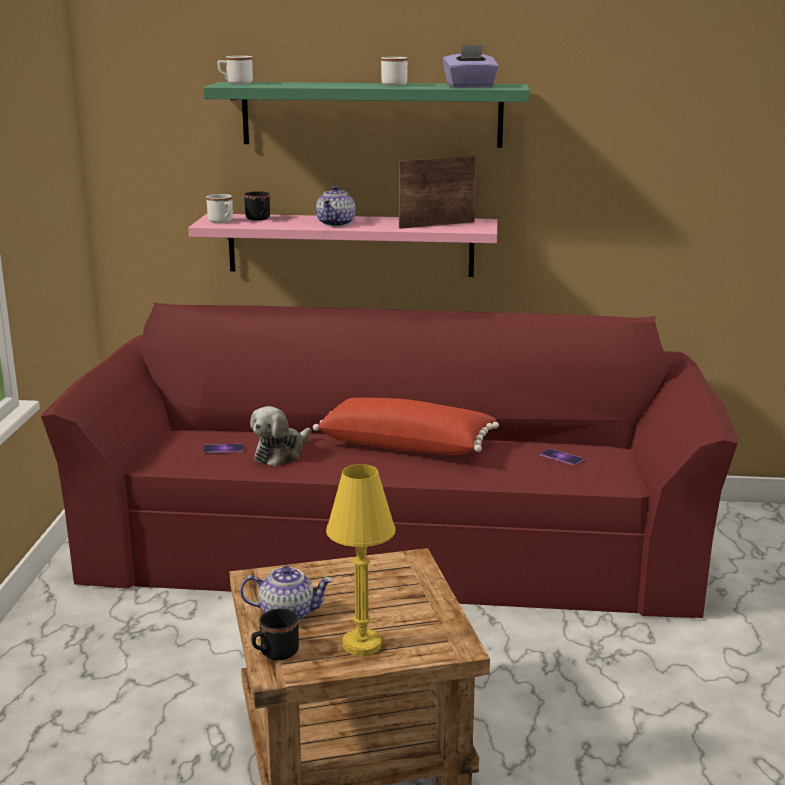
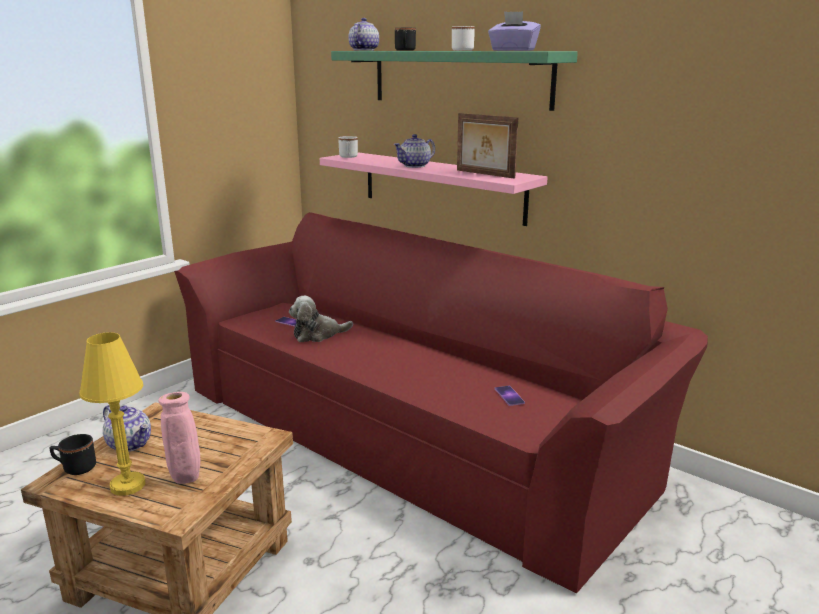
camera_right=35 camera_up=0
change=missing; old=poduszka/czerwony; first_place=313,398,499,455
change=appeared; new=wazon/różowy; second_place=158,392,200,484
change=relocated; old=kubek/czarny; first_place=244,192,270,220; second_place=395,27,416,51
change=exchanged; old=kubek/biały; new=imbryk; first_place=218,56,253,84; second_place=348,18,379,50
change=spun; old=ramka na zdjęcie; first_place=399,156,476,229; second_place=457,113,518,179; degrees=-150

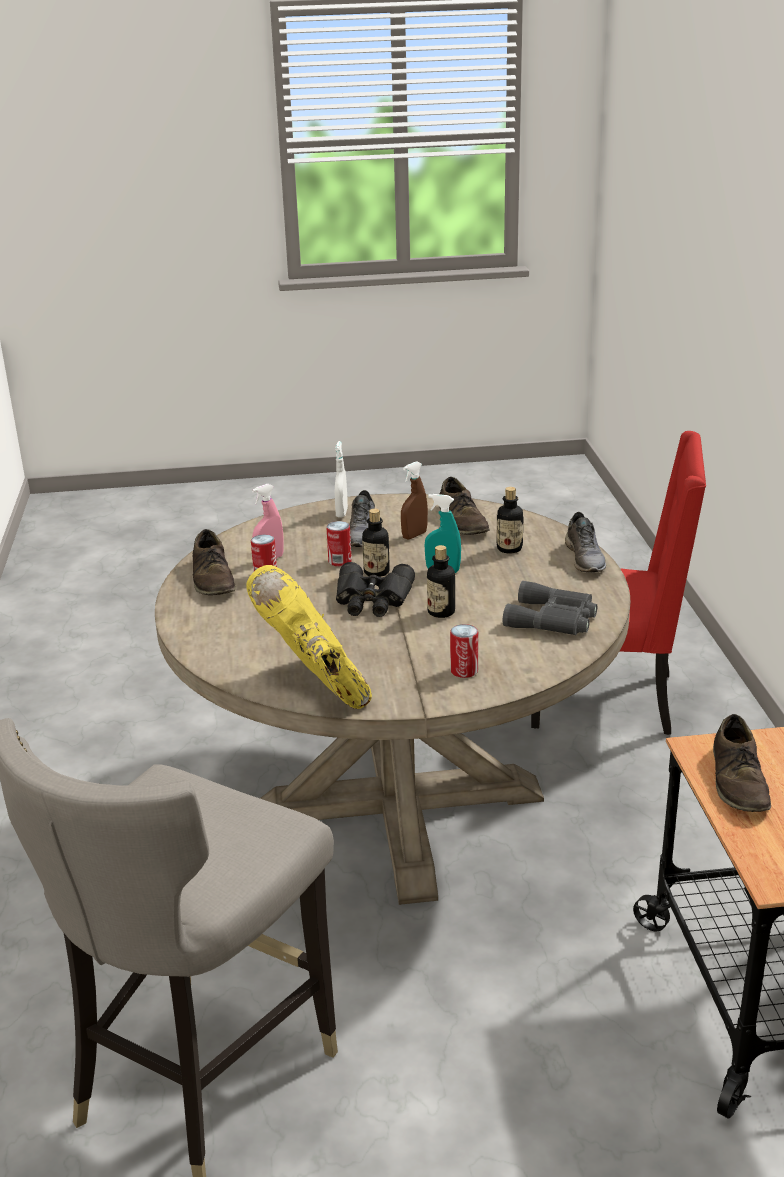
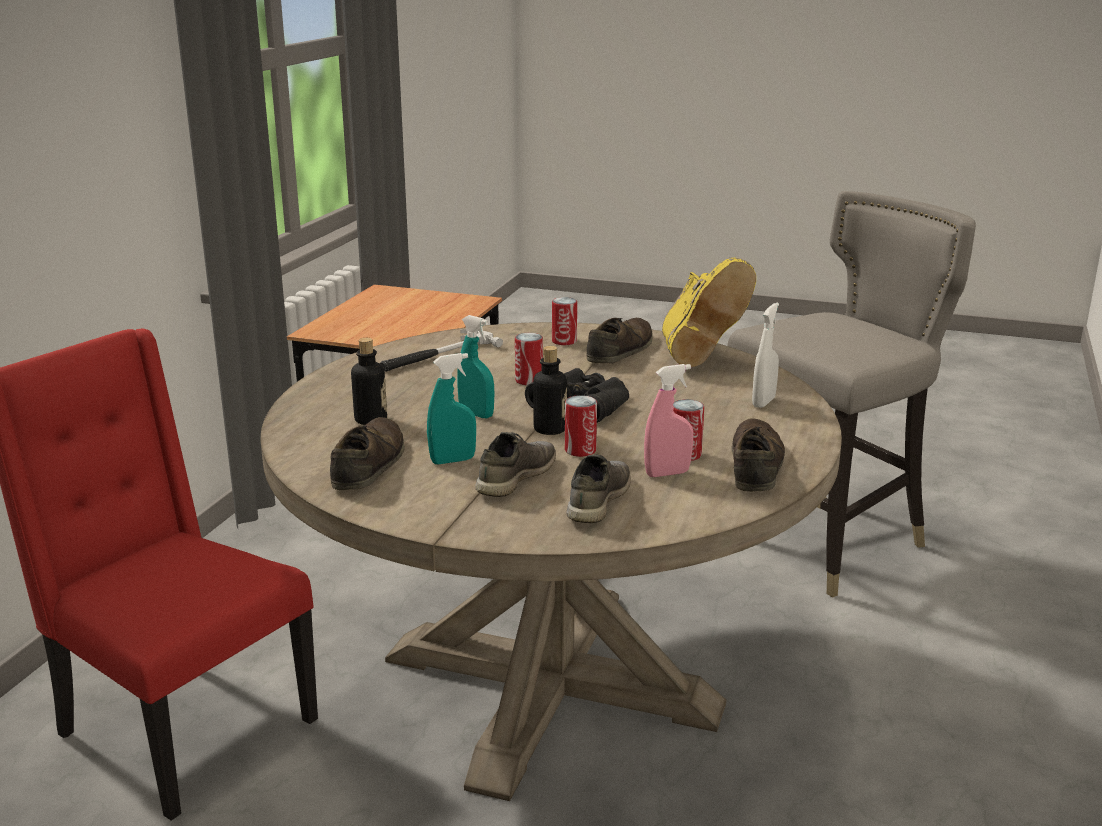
camera_right=-155 camera_up=-5
change=relocated; old=spryskiwacz/biały; first_place=335,441,348,517; second_place=752,302,779,408
change=relocated; old=but/szary; first_place=565,512,606,572; second_place=566,454,631,523
change=relocated; old=but/brązowy; first_place=713,714,771,812; second_place=586,318,653,363
change=exchanged; old=butelka; new=puszka; first_place=427,545,455,618; second_place=515,333,543,385
change=exchanged; old=lornetka/szary; new=młotek; first_place=503,581,597,635; second_place=380,329,503,372
change=colour; old=spryskiwacz/brązowy; new=spryskiwacz/turkusowy; first_place=401,461,428,539; second_place=427,353,476,464

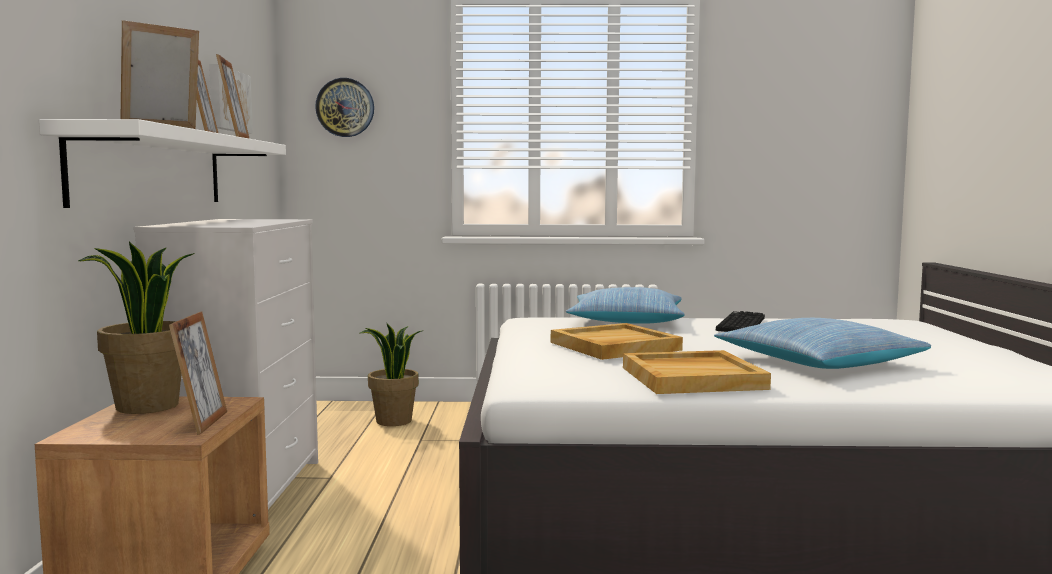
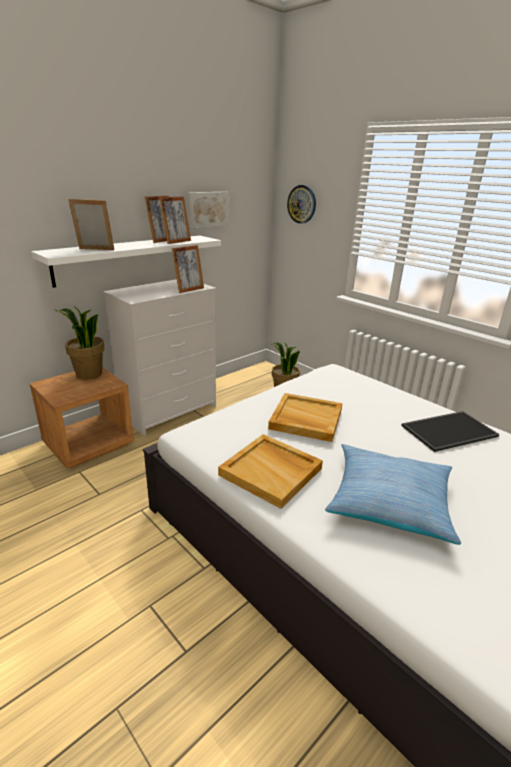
camera_right=45 camera_up=20
change=missing; old=poduszka; first_place=566,287,684,324
change=relocated; old=ramka na zdjęcie; first_place=169,312,227,435; second_place=172,245,204,293
change=exchanged; old=klawiatura; new=taca; first_place=716,311,765,332; second_place=401,411,499,452

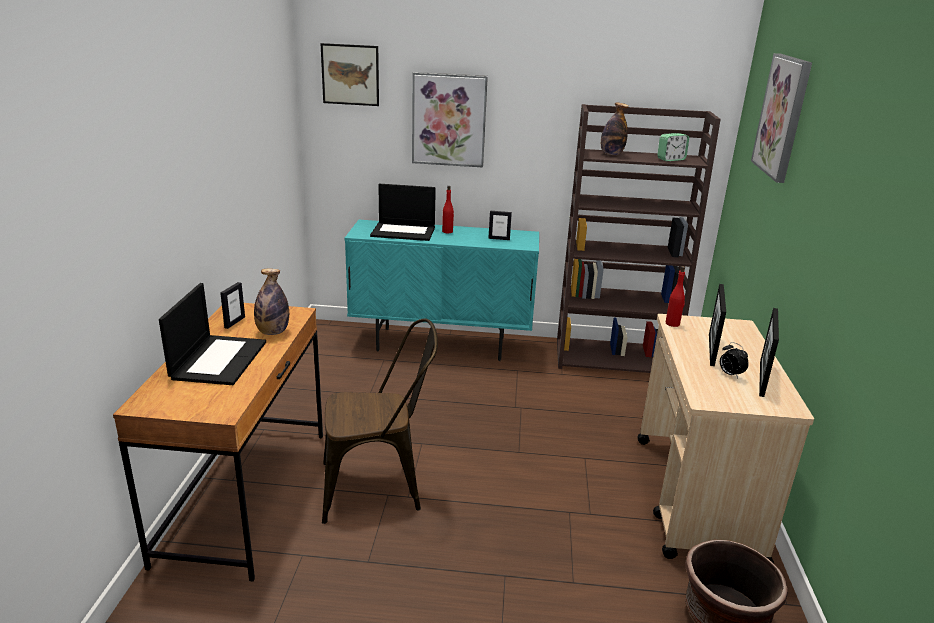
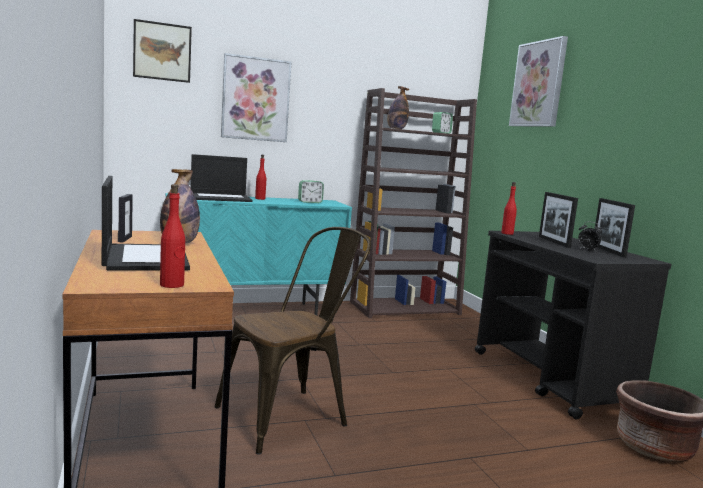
camera_right=-25 camera_up=-15
change=appeared; new=butelka/czerwony; second_place=160,184,185,288
change=exchanged; old=ramka na zdjęcie; new=budzik; first_place=488,211,512,240; second_place=298,180,324,203
change=colour; old=wózek/beżowy; new=wózek/czarny; first_place=637,314,814,564; second_place=474,231,672,420

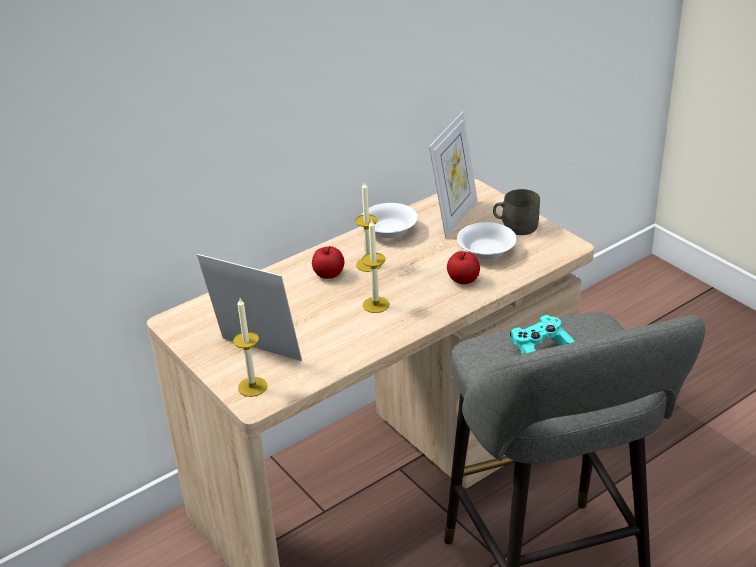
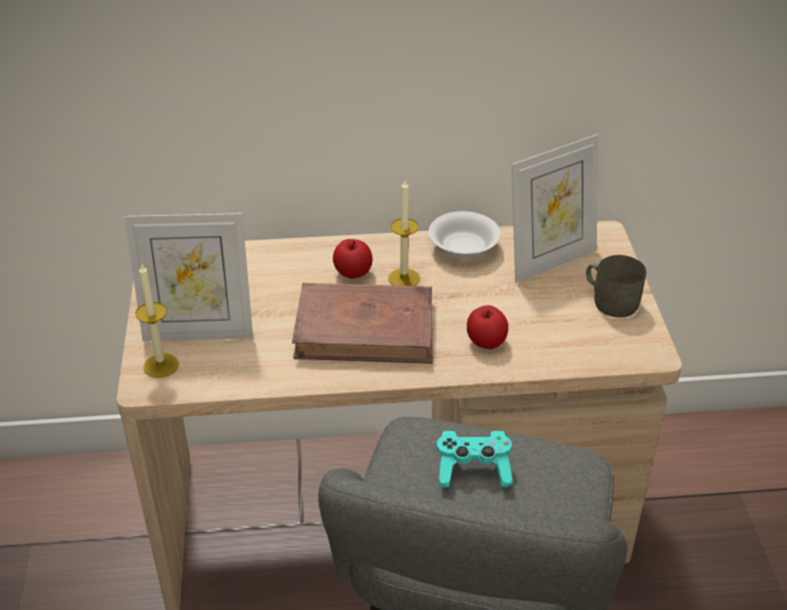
camera_right=30 camera_up=5
change=missing; old=miska/biały; first_place=457,222,517,260
change=exchanged; old=świeca; new=książka/brązowy; first_place=362,218,389,313; second_place=292,283,433,364
change=spun; old=ramka na zdjęcie; first_place=197,254,302,361; second_place=124,213,253,341; degrees=120

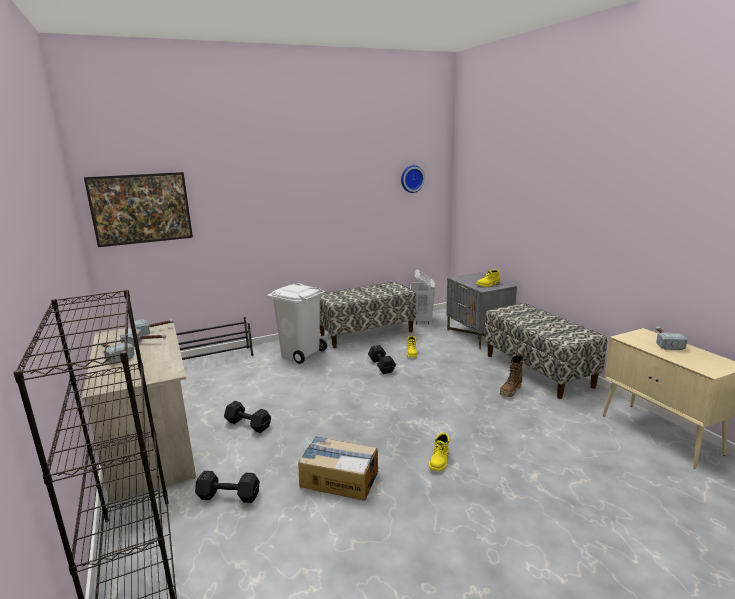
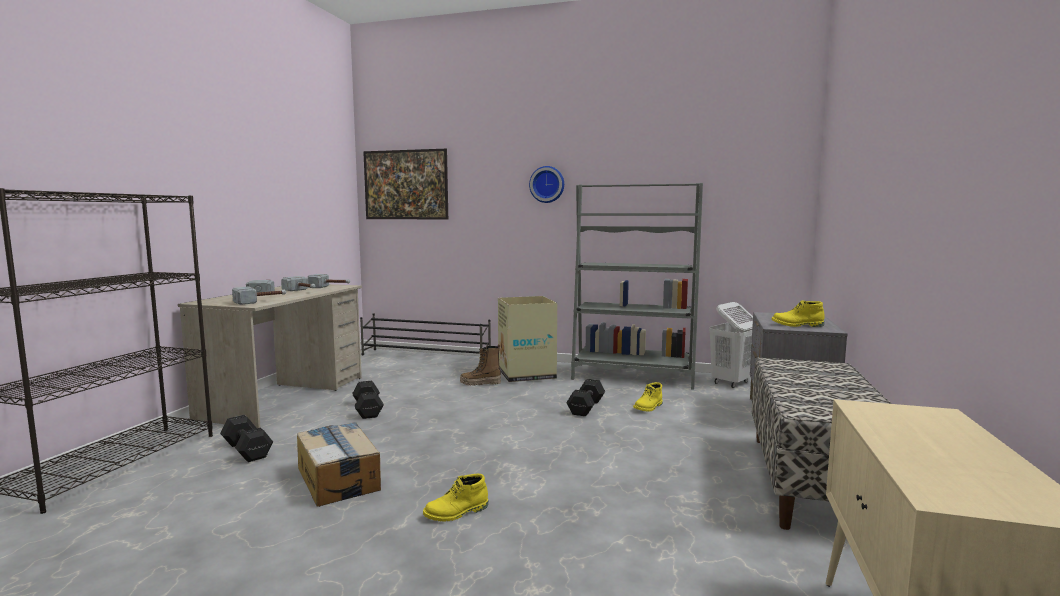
camera_right=40 camera_up=-10
change=relocated; old=zegar ścienny; first_place=401,165,425,193; second_place=529,166,564,203
change=relocated; old=but z cholewką; first_place=500,353,523,397; second_place=460,344,501,386
change=relocated; old=młotek; first_place=655,326,687,350; second_place=232,286,286,305
change=exchanged; old=kosz na śmieci/biały; new=karton; first_place=266,283,327,364; second_place=498,296,557,382
change=exchanged; old=ławka; new=regał/szary; first_place=320,282,416,348; second_place=571,183,703,390

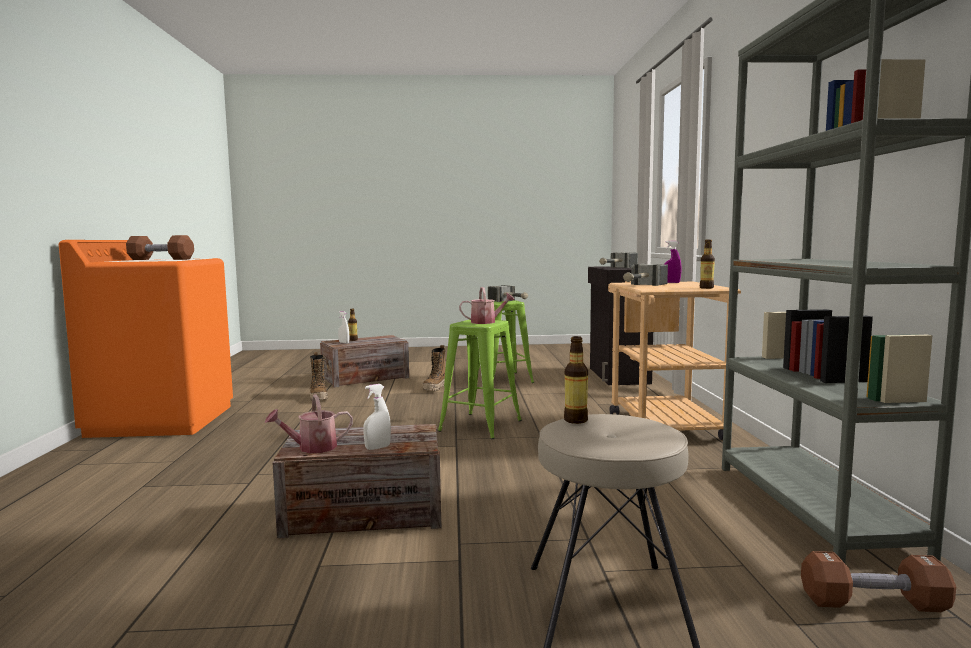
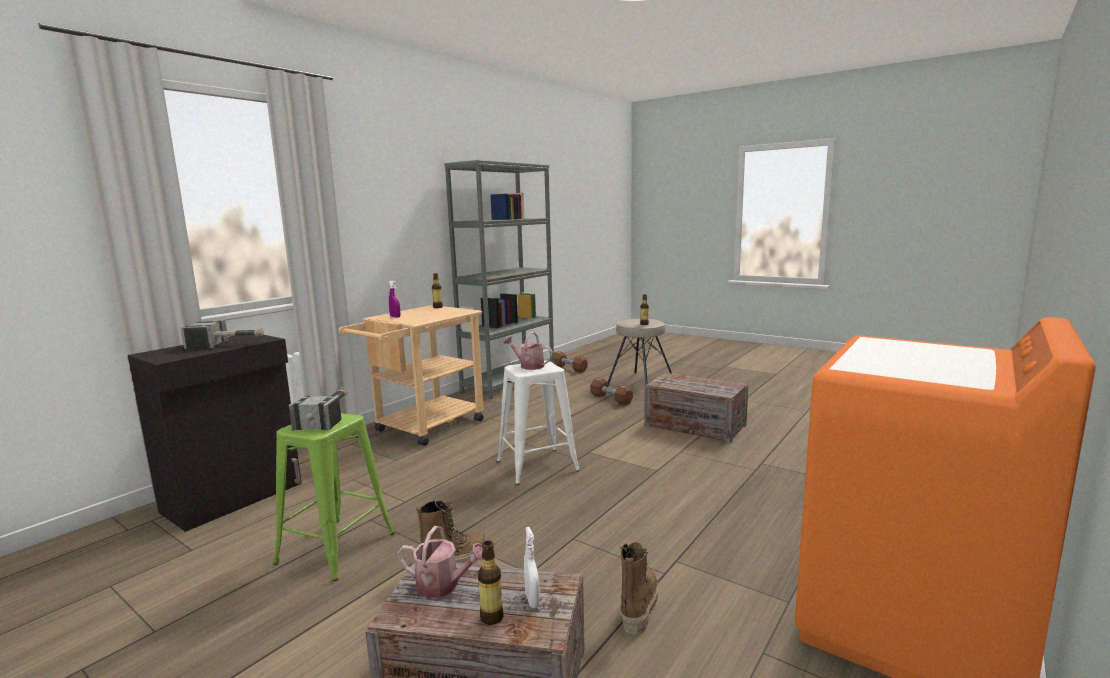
camera_right=-140 camera_up=5
change=missing; old=spryskiwacz/biały; first_place=363,384,391,450
change=missing; old=młotek; first_place=623,264,668,286
change=relocated; old=hantel/brązowy; first_place=126,235,194,260; second_place=590,378,633,405
change=relocated; old=konewka; first_place=265,394,353,453; second_place=398,526,483,598
change=colour; old=stołek/zielony; new=stołek/biały; first_place=438,320,522,439; second_place=497,361,580,485

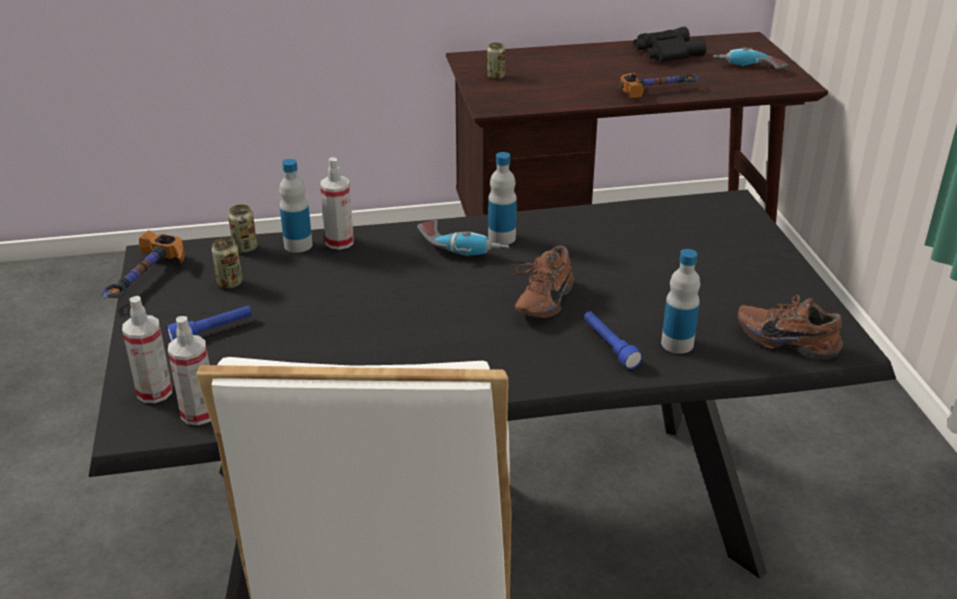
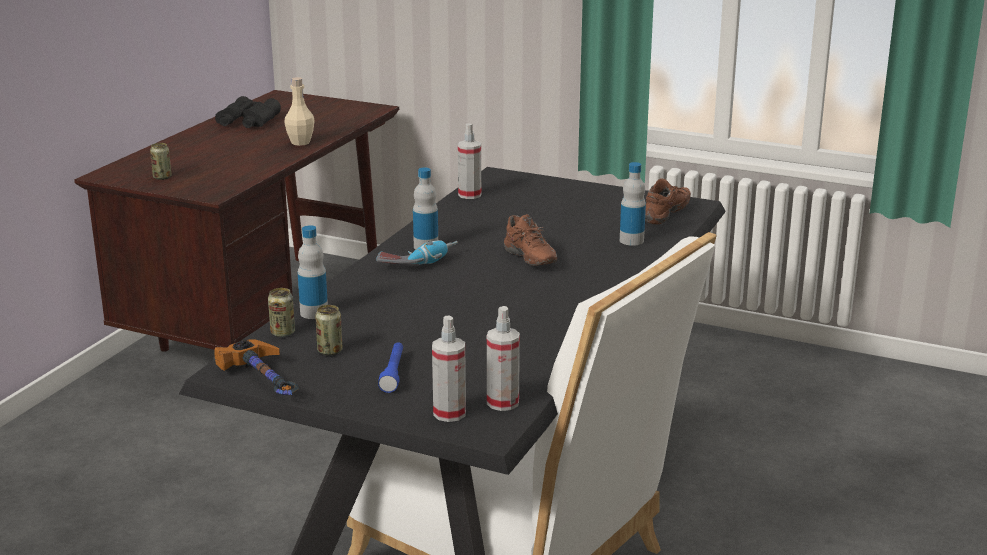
camera_right=-55 camera_up=-10
change=missing; old=latarka/niebieski; first_place=584,311,643,369
change=missing; old=wiertarka; first_place=713,47,788,69
change=relocated; old=spryskiwacz; first_place=320,157,354,250; second_place=458,123,481,199
change=exchanged; old=młotek; new=butelka/beżowy; first_place=619,73,700,99; second_place=284,77,315,146
change=spun; old=but/brązowy; first_place=738,294,843,360; second_place=645,178,691,224; degrees=150

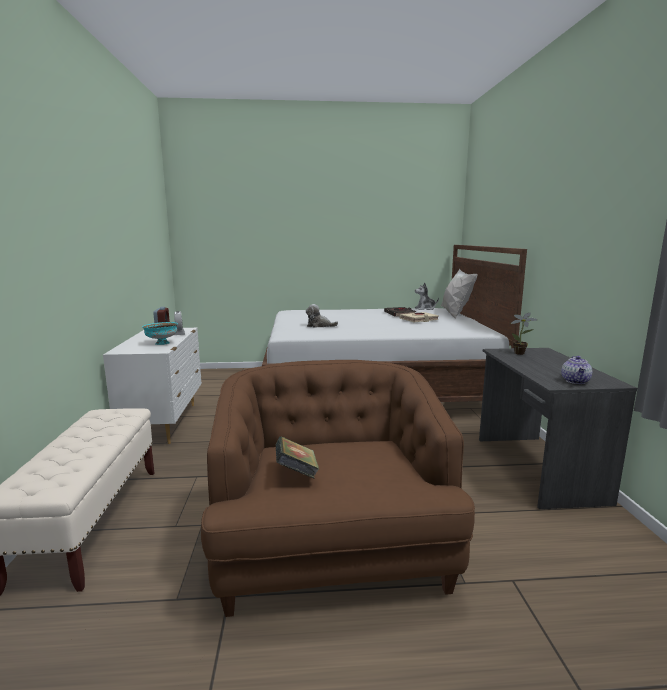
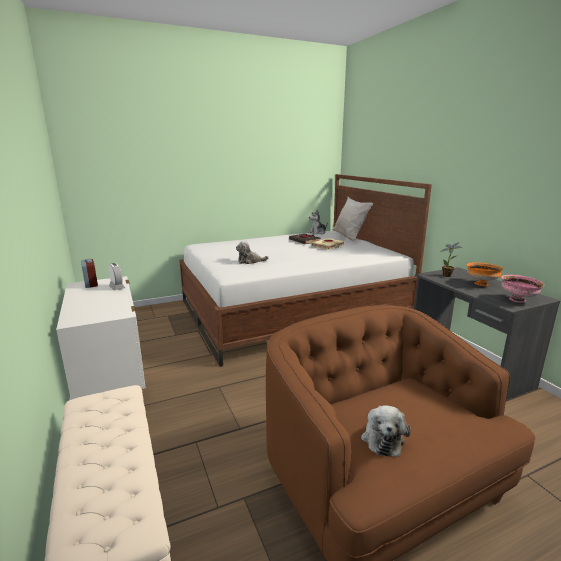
camera_right=-20 camera_up=5
change=missing; old=miska/turkusowy; first_place=142,322,178,345
change=appeared; new=miska/pomarańczowy; second_place=467,262,503,286
change=exchanged; old=książka; new=pluszak; first_place=275,437,319,478; second_place=361,405,411,457
change=exchanged; old=imbryk; new=miska/różowy; first_place=561,356,592,384; second_place=501,275,544,303

